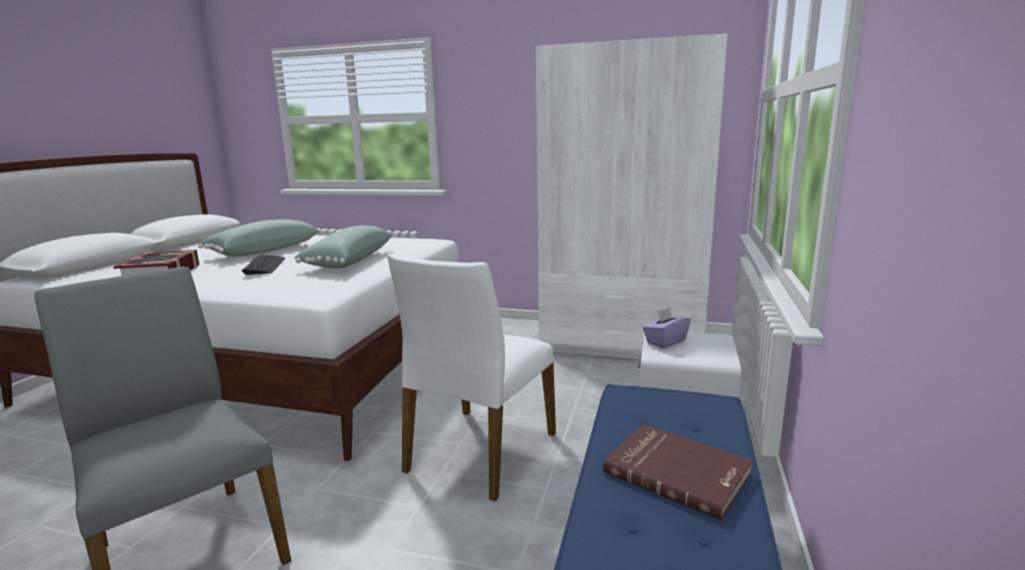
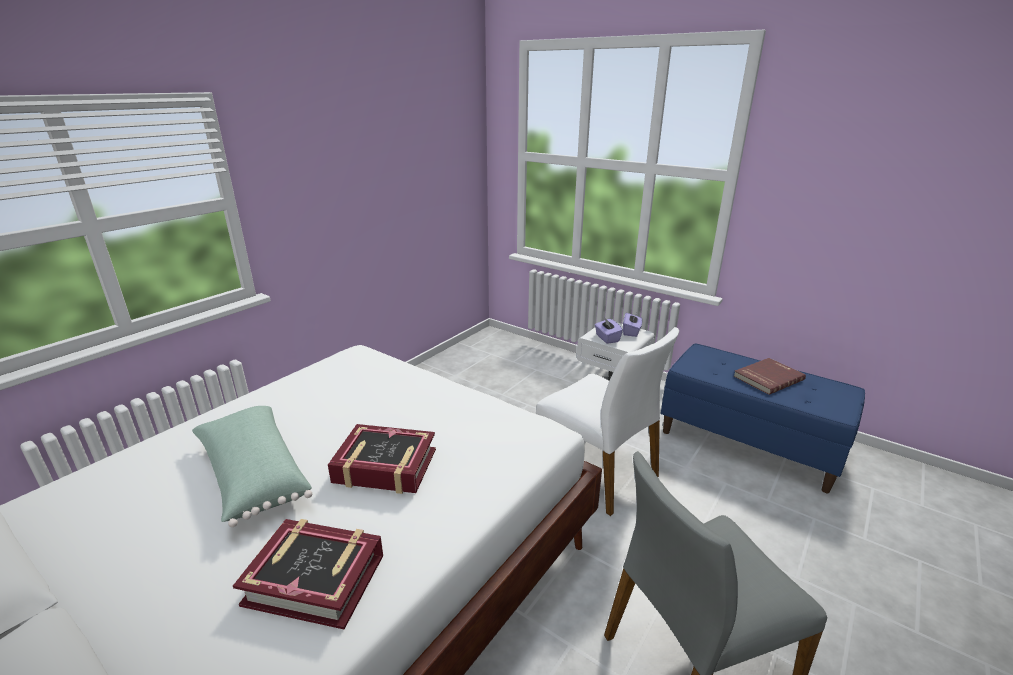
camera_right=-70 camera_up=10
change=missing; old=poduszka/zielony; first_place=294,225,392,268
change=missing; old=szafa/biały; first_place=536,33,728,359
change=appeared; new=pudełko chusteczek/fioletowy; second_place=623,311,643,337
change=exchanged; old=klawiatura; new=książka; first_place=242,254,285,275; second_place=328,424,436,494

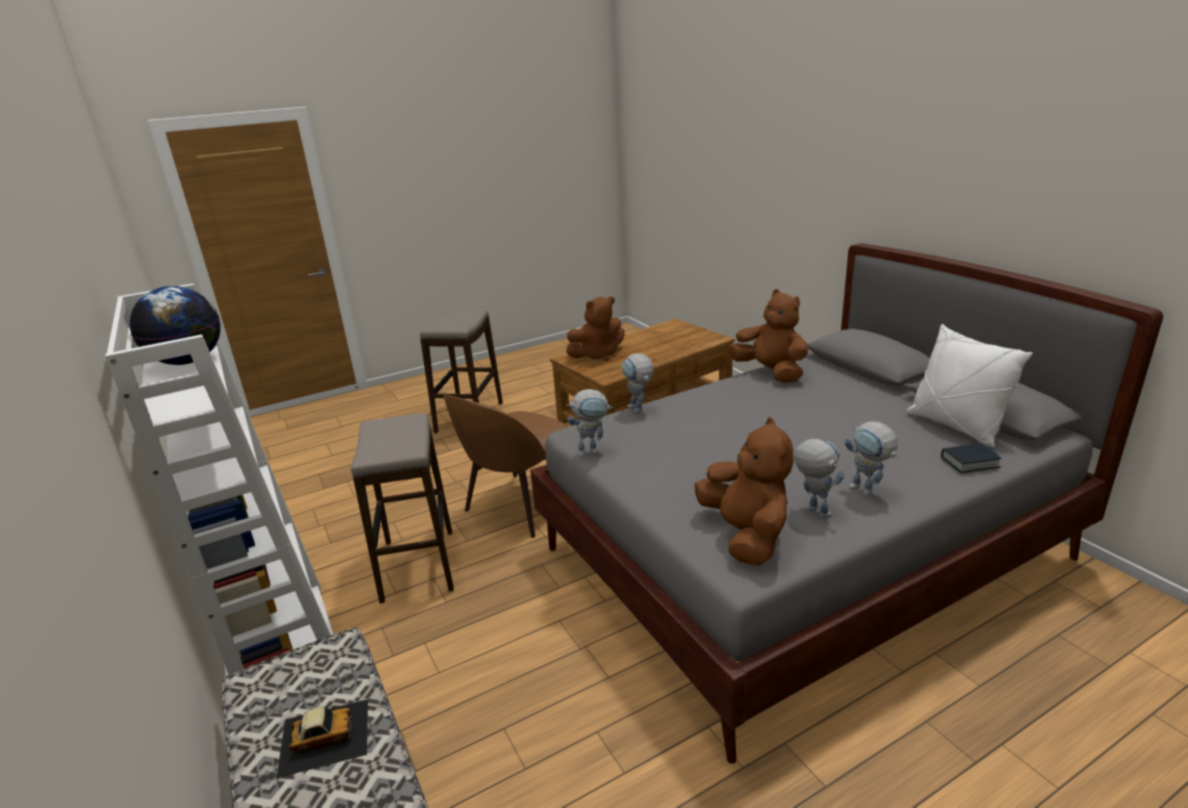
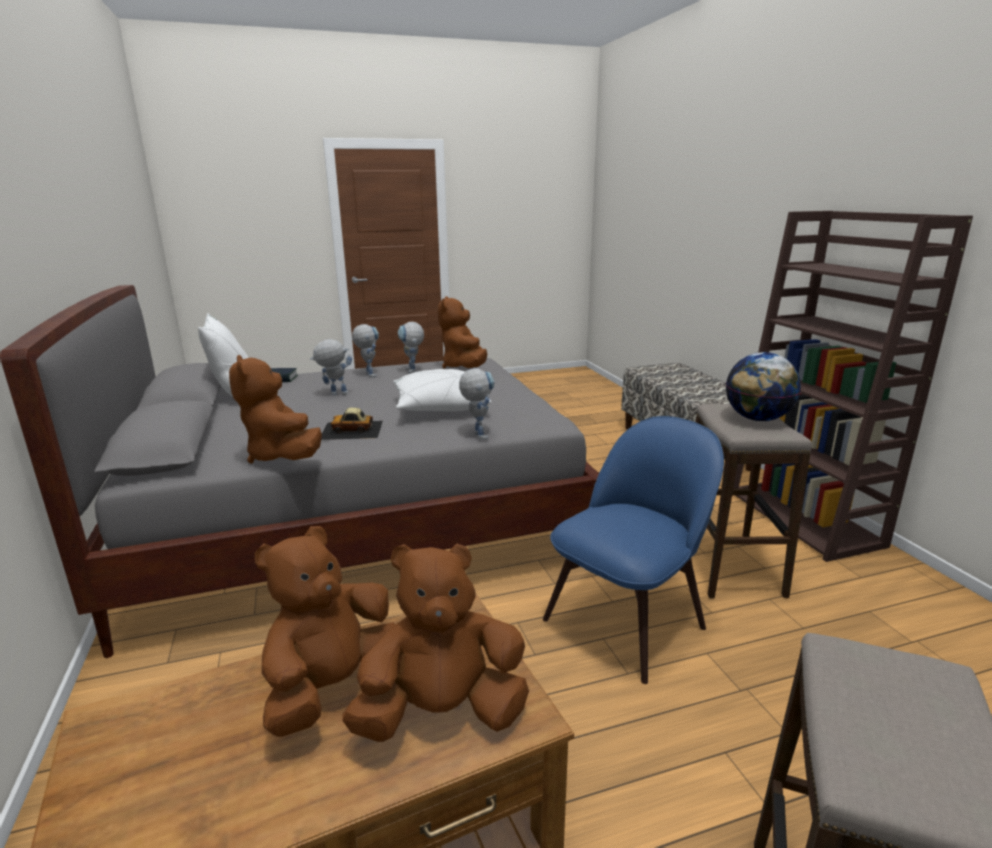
camera_right=-170 camera_up=-5
change=appeared; new=pluszak/brązowy; second_place=255,526,395,737
change=appeared; new=poduszka/biały; second_place=393,369,491,411
change=relocated; old=globus; first_place=130,286,221,365; second_place=726,352,801,421
change=relocated; old=samochodzik; first_place=276,699,368,778; second_place=321,407,383,440
change=relocated; old=robot zabawkowy; first_place=567,389,613,457; second_place=310,339,352,395
change=colour; old=regał/biały; new=regał/brązowy; first_place=105,284,333,675; second_place=732,211,973,562
change=colour; old=krzesło/brązowy; new=krzesło/niebieski; first_place=443,395,568,538; second_place=543,416,724,684

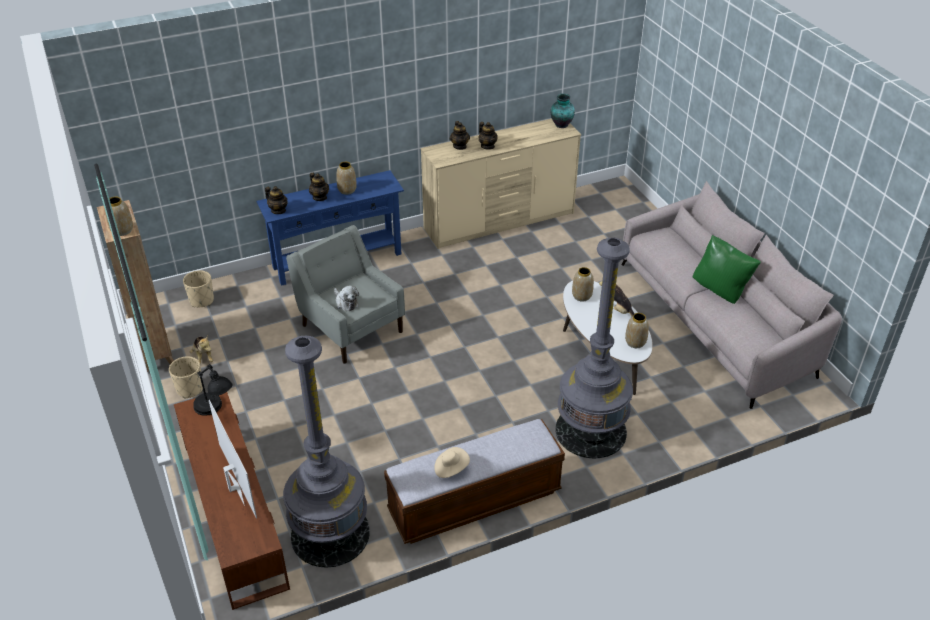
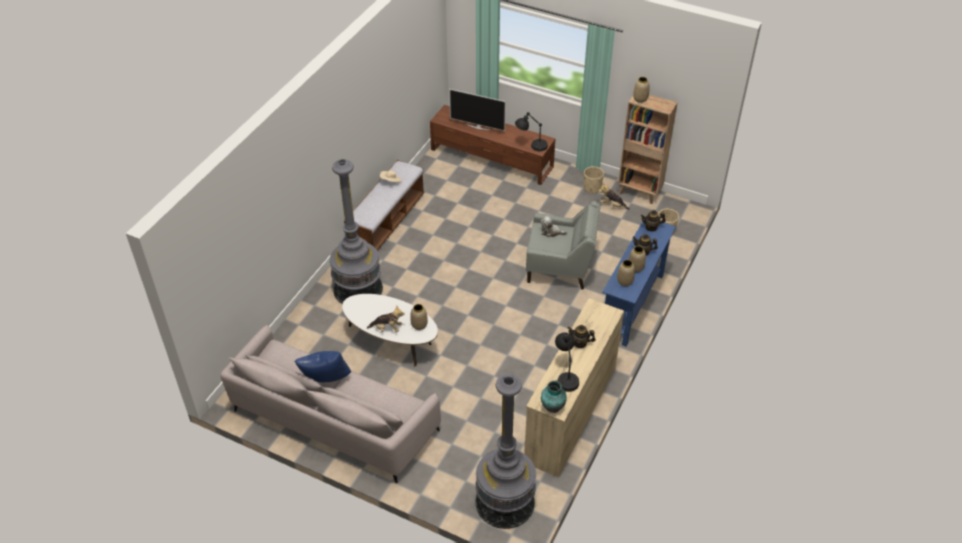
camera_right=140 camera_up=5
change=missing; old=imbryk; first_place=450,121,470,150
change=appeared; new=lampa stołowa/czarny; second_place=555,332,579,392
change=relocated; old=lampa stojąca/szary; first_place=283,336,370,568; second_place=476,374,536,529
change=relocated; old=wazon; first_place=625,313,649,348; second_place=617,260,635,286
change=colour; old=poduszka/zielony; new=poduszka/niebieski; first_place=693,235,761,304; second_place=294,351,351,383

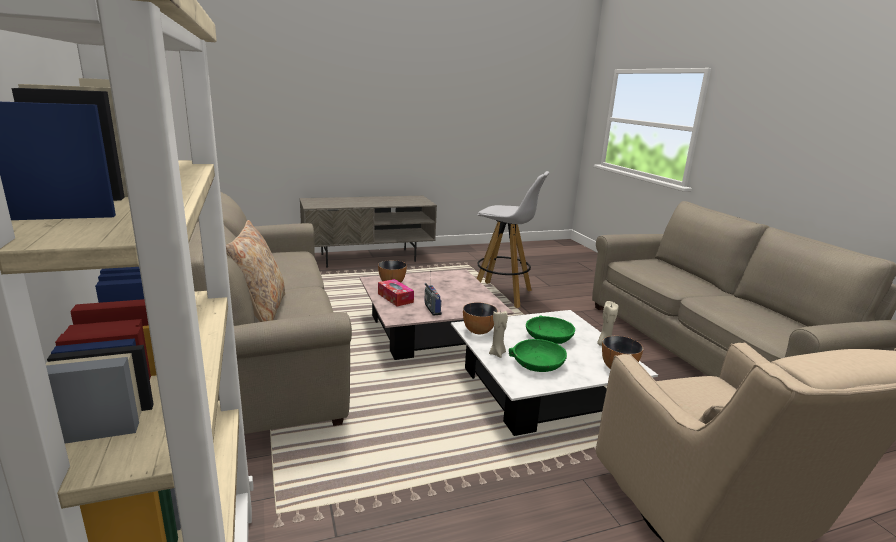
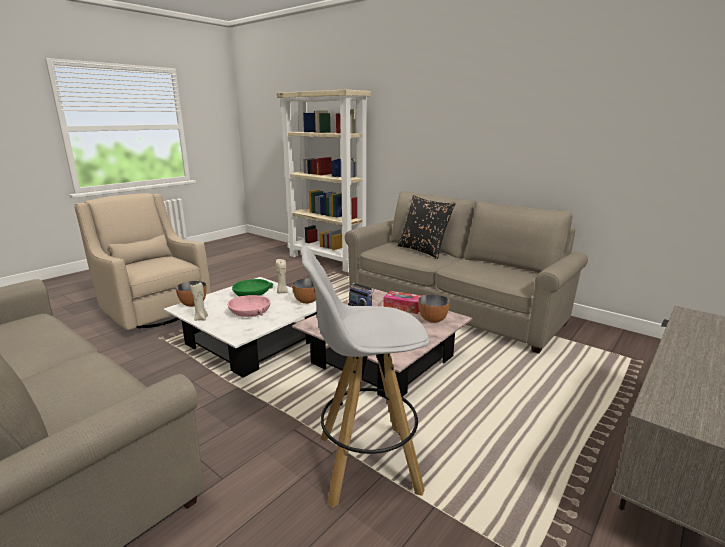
camera_right=150 camera_up=0
change=colour; old=poduszka/beżowy; new=poduszka/czarny; first_place=226,220,285,322; second_place=397,195,456,259
change=colour; old=miska/zielony; new=miska/różowy; first_place=526,315,575,344; second_place=228,295,271,317

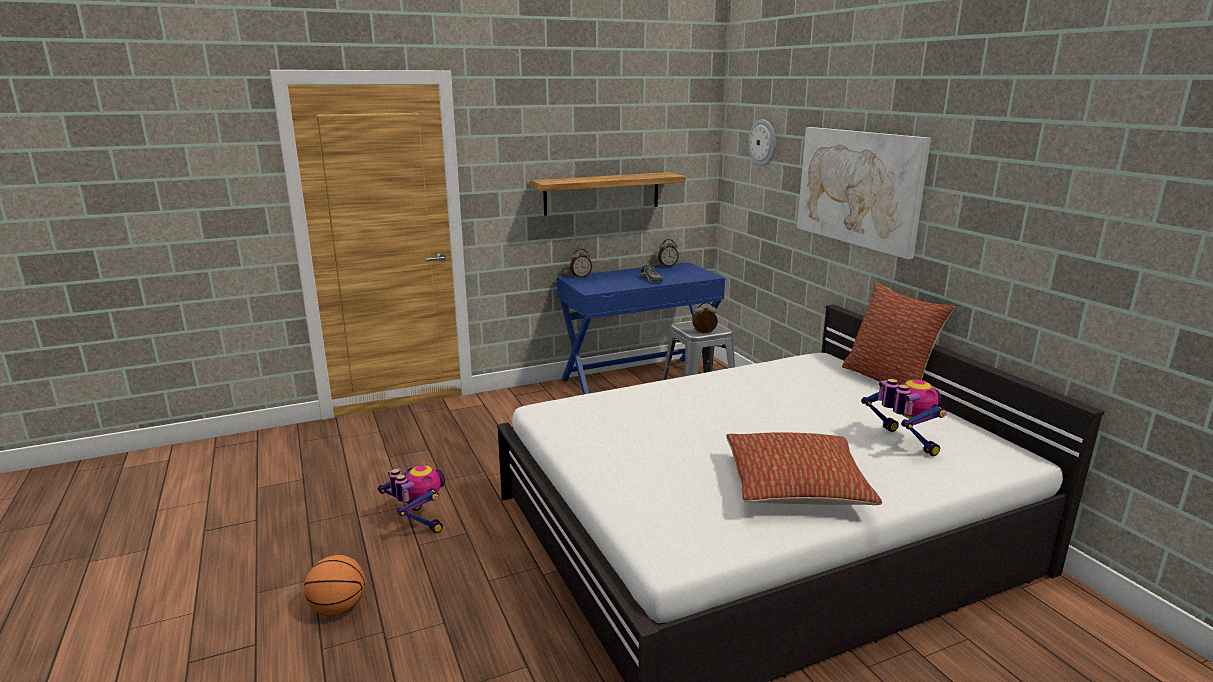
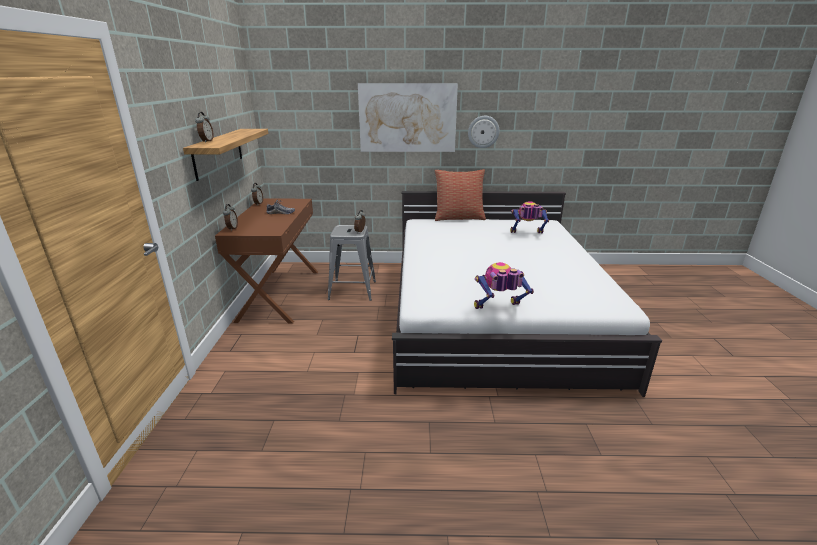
camera_right=-65 camera_up=5
change=missing; old=piłka do koszykówki; first_place=304,555,366,616
change=missing; old=poduszka; first_place=726,432,882,505
change=appeared; new=budzik; second_place=195,112,214,143
change=relocated; old=robot zabawkowy; first_place=378,465,445,533; second_place=474,262,534,309
change=relocated; old=zegar ścienny; first_place=748,119,776,166; second_place=468,116,499,148
change=colour; old=biurko/niebieski; new=biurko/brązowy; first_place=557,262,725,395; second_place=215,198,318,324

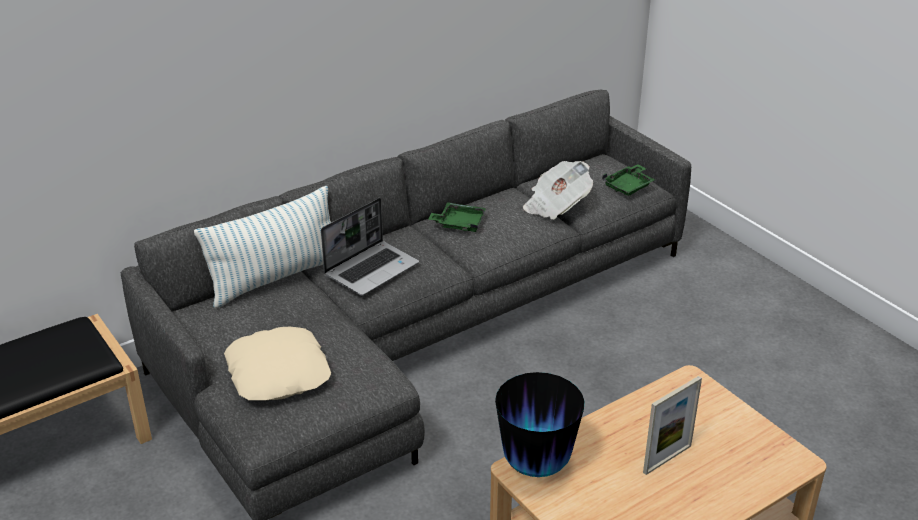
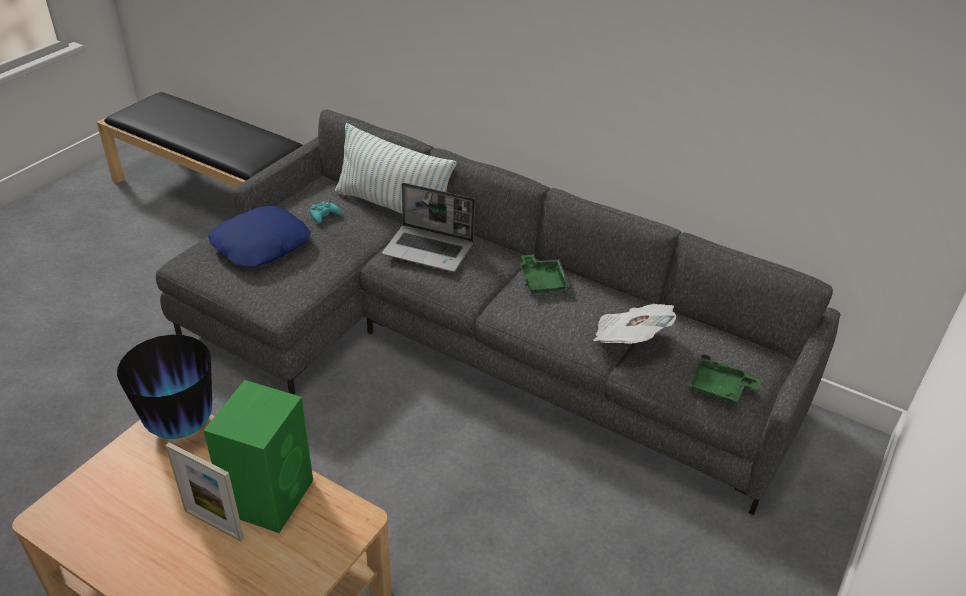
camera_right=65 camera_up=5
change=appeared; new=głośnik/zielony; second_place=203,380,313,533
change=appeared; new=pad do gier/turkusowy; second_place=310,201,342,224
change=colour; old=poduszka/beżowy; new=poduszka/niebieski; first_place=224,326,331,400; second_place=208,206,311,268

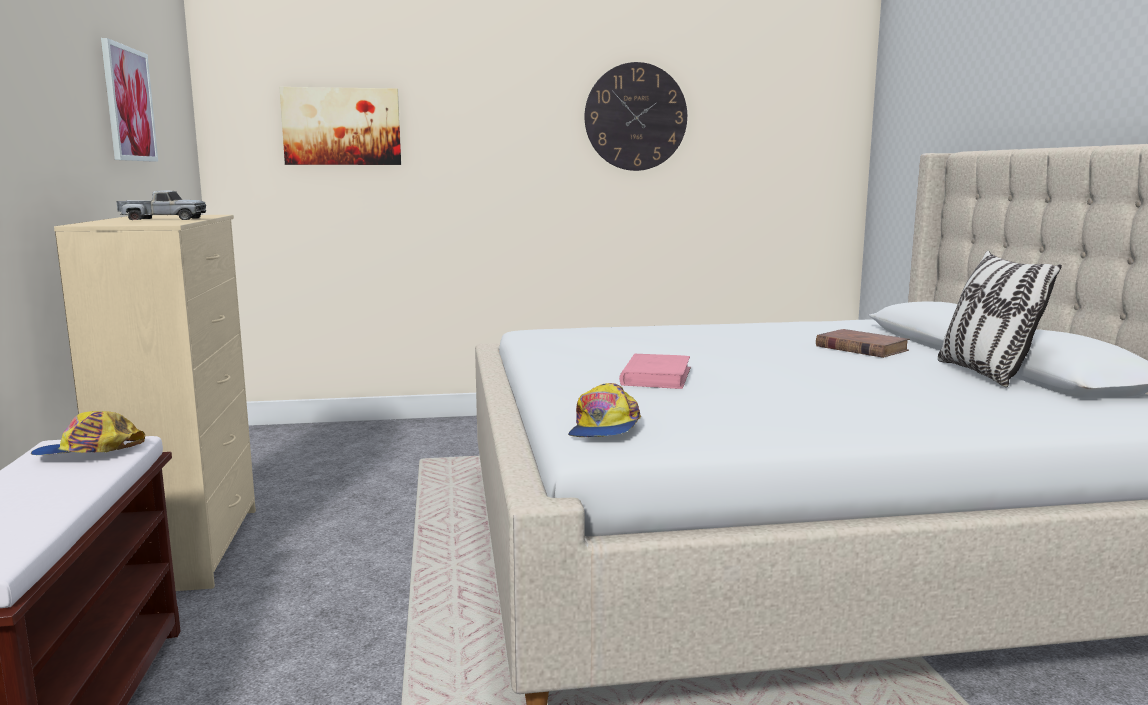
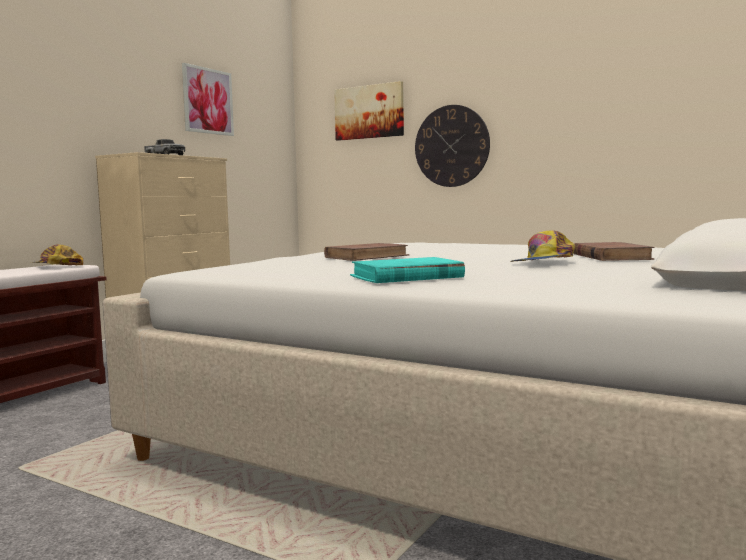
camera_right=40 camera_up=-5
change=missing; old=poduszka; first_place=938,251,1062,387
change=appeared; new=książka/turkusowy; second_place=350,257,465,283
change=relocated; old=czapka z daszkiem; first_place=568,383,641,437; second_place=510,230,575,262
change=relocated; old=zegar ścienny; first_place=585,62,687,171; second_place=415,105,490,187
change=colour; old=książka/różowy; new=książka/brązowy; first_place=619,354,691,389; second_place=324,243,409,261

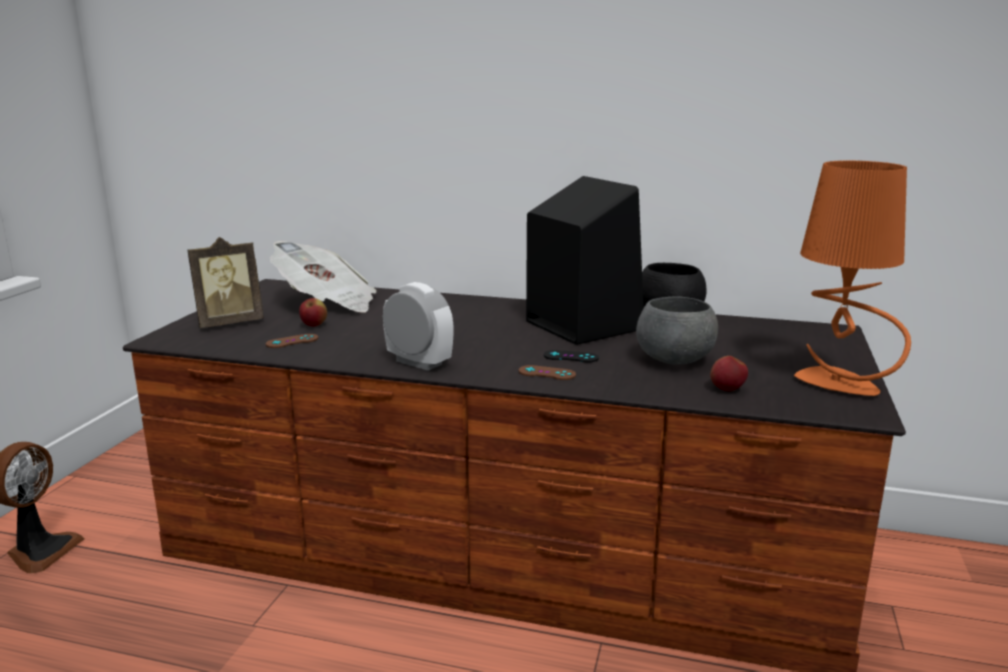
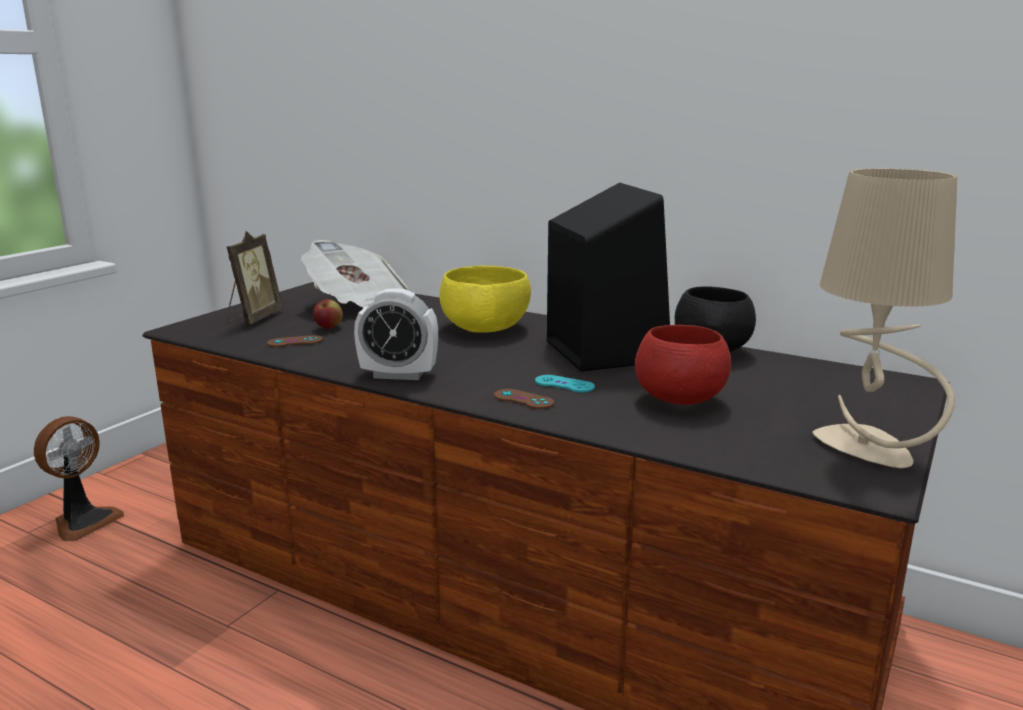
camera_right=15 camera_up=0
change=missing; old=jabłko; first_place=710,356,748,391
change=appeared; new=miska/żółty; second_place=439,266,531,333
change=colour; old=pad do gier/czarny; new=pad do gier/turkusowy; first_place=544,350,599,363; second_place=535,375,595,392
change=colour; old=miska/szary; new=miska/czerwony; first_place=636,296,718,364; second_place=635,325,731,405
change=colour; old=lampa stołowa/pomarańczowy; new=lampa stołowa/beżowy; first_place=794,160,911,396; second_place=812,168,957,468
change=spun; old=ramka na zdjęcie; first_place=187,237,264,328; second_place=226,231,283,325; degrees=-60
change=spun; old=budzik; first_place=383,282,453,371; second_place=354,288,438,380; degrees=135

